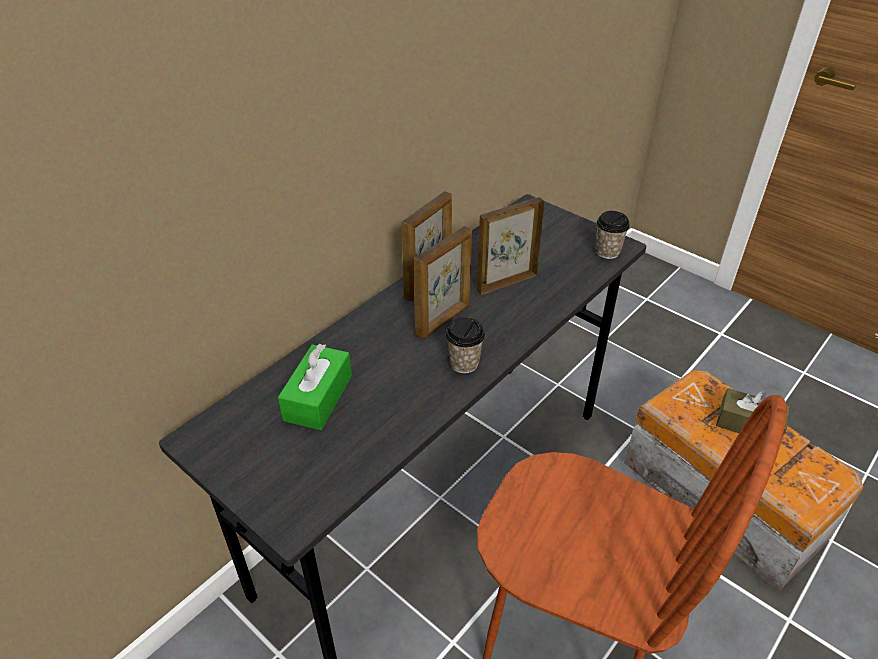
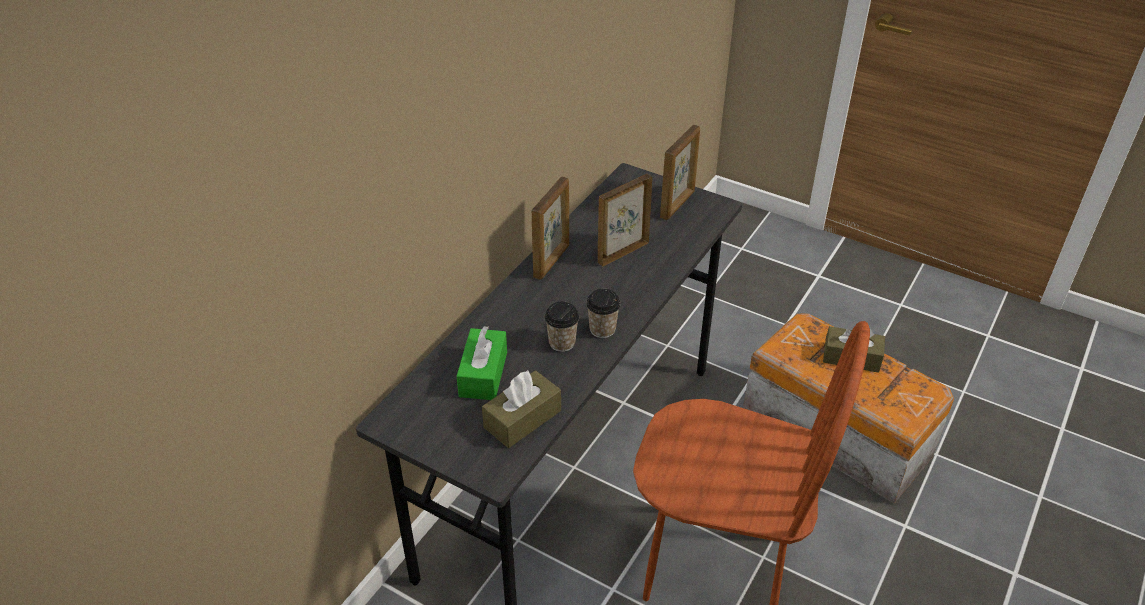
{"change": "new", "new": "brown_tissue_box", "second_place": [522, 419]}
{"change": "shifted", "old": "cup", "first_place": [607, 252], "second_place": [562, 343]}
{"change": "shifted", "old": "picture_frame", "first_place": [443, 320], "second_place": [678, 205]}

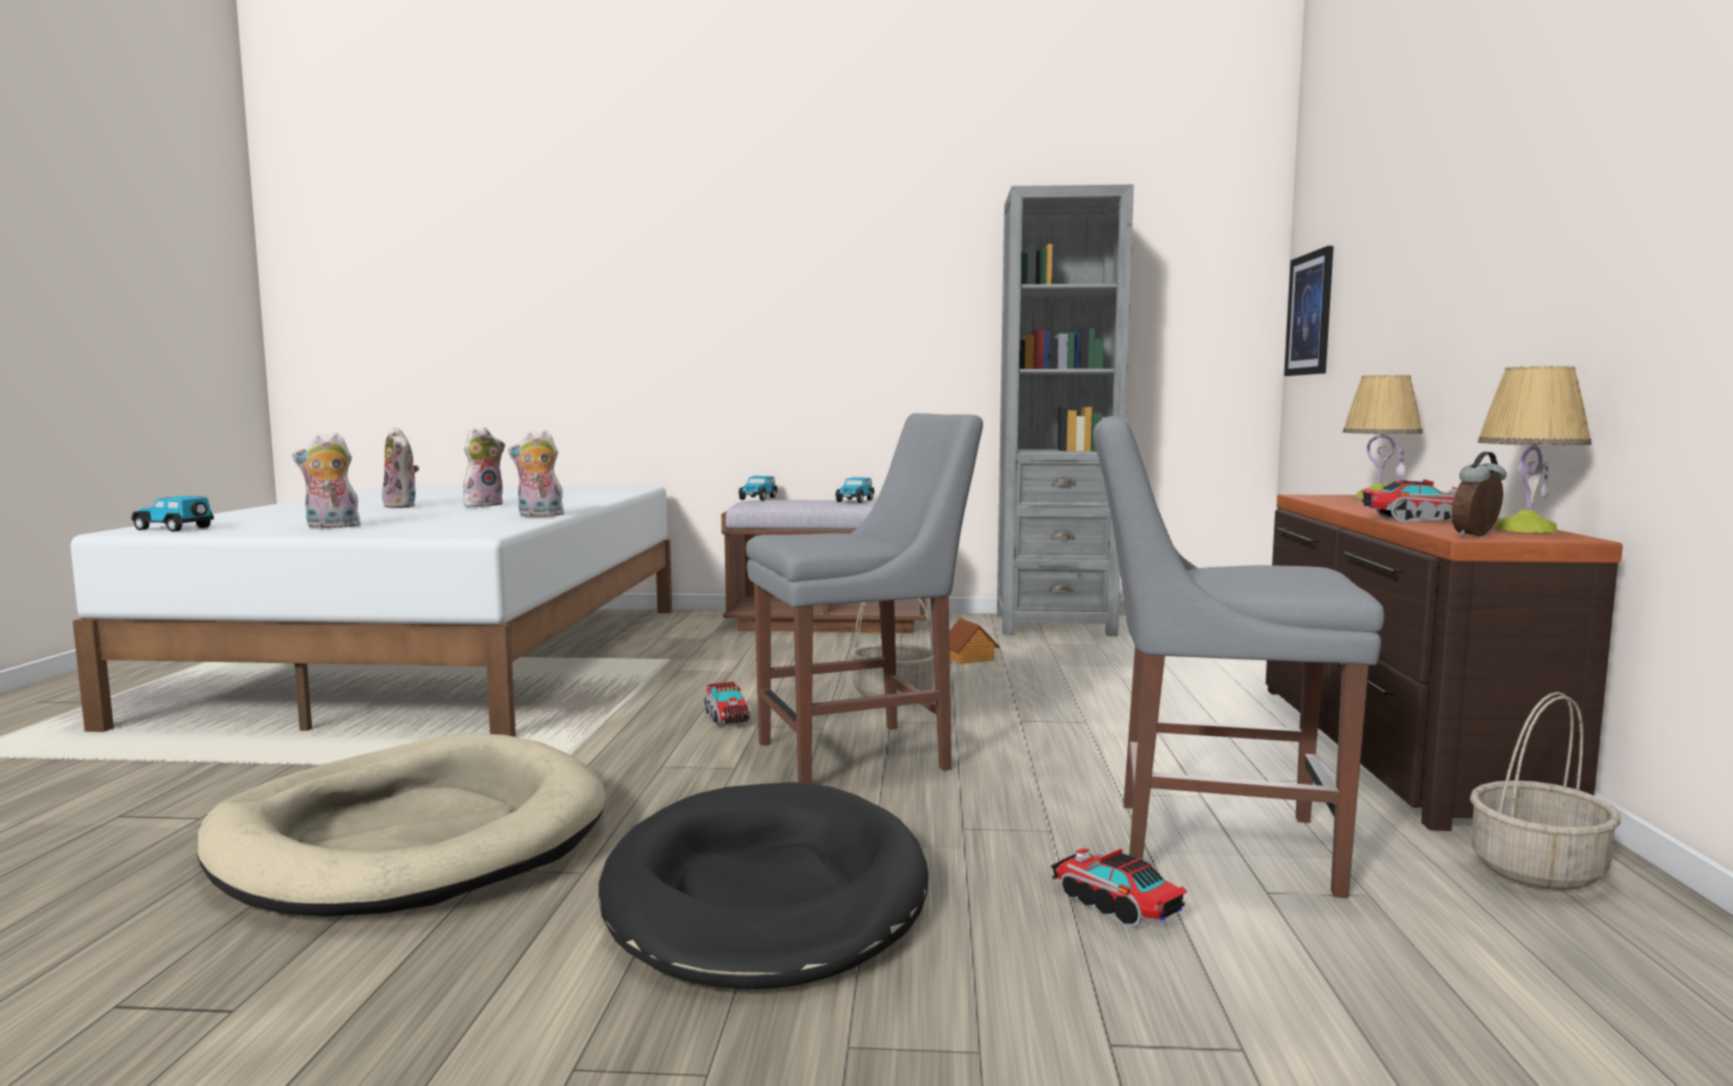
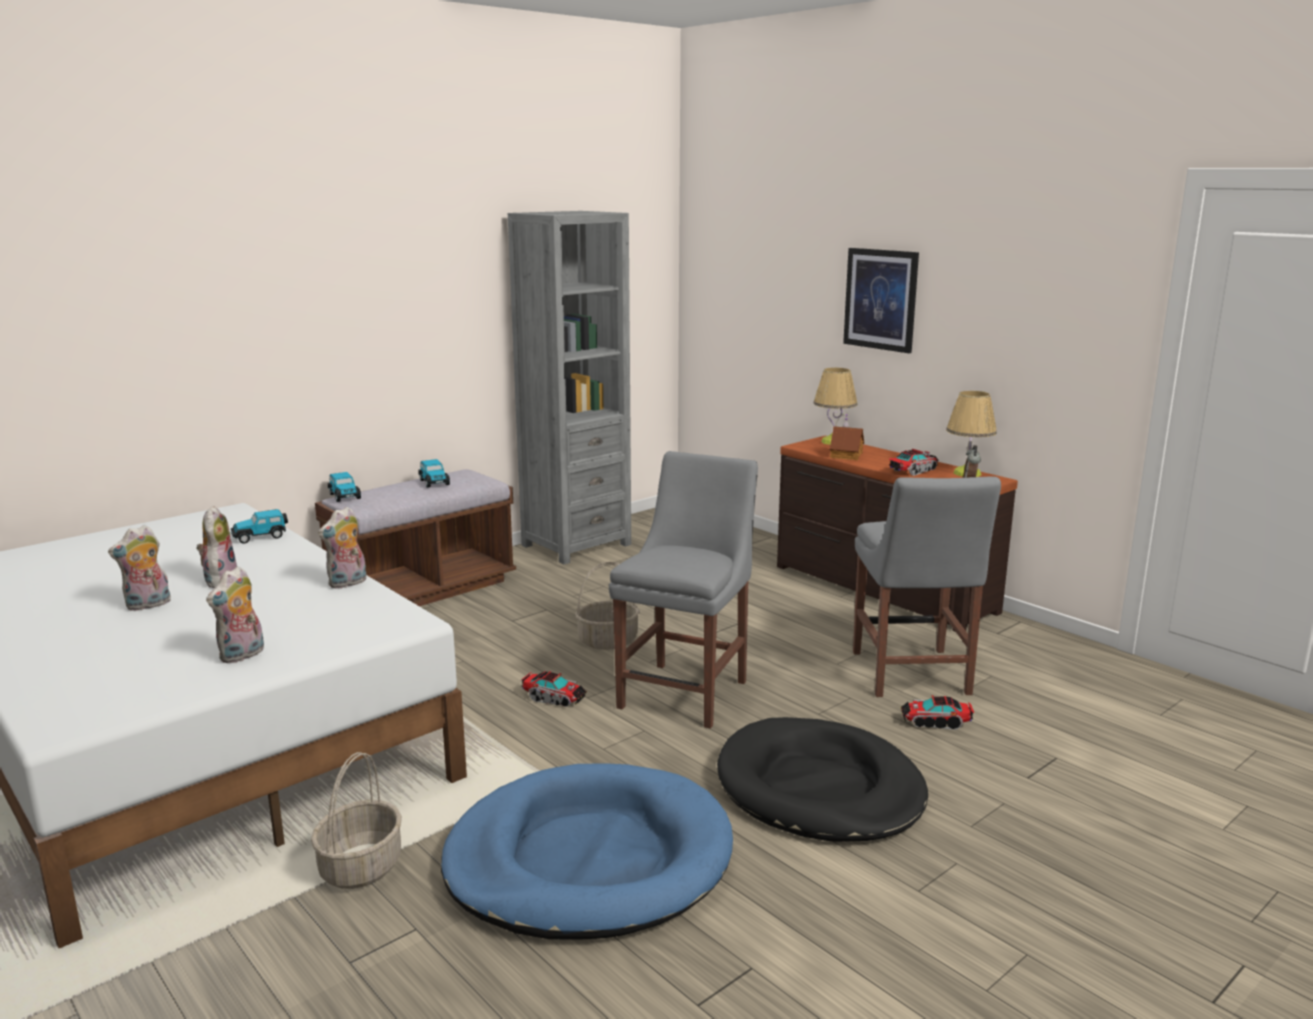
{"change": "rotated", "old": "plush_toy", "first_place": [403, 506], "second_place": [148, 605], "degrees": 135}
{"change": "shifted", "old": "toy_car", "first_place": [175, 528], "second_place": [261, 536]}
{"change": "shifted", "old": "basket", "first_place": [1536, 869], "second_place": [360, 866]}
{"change": "repainted", "old": "beige_dog_bed", "new": "blue_dog_bed", "first_place": [411, 838], "second_place": [588, 859]}
{"change": "shifted", "old": "toy_house", "first_place": [968, 658], "second_place": [847, 455]}
{"change": "shifted", "old": "picture", "first_place": [1310, 314], "second_place": [881, 299]}
{"change": "rotated", "old": "grey_chair", "first_place": [1209, 843], "second_place": [911, 676], "degrees": -60}

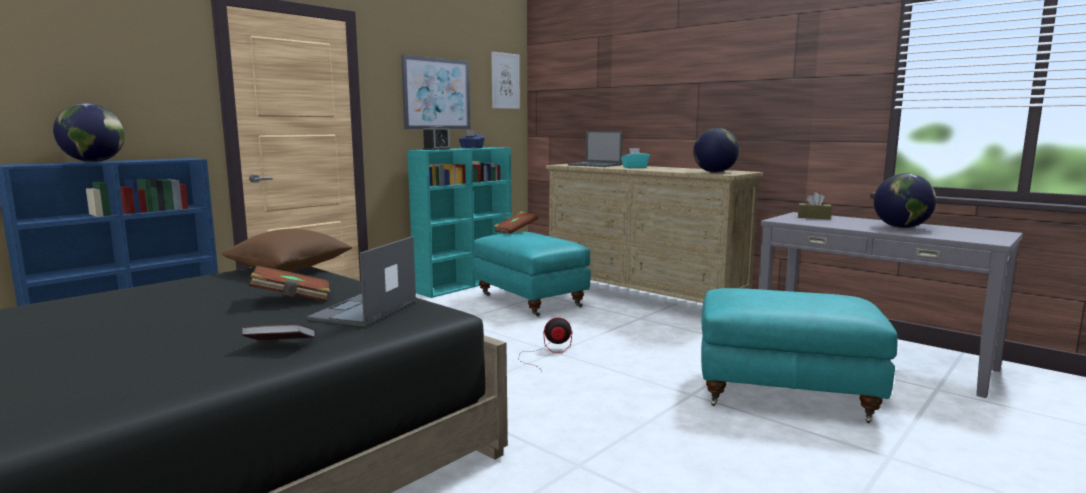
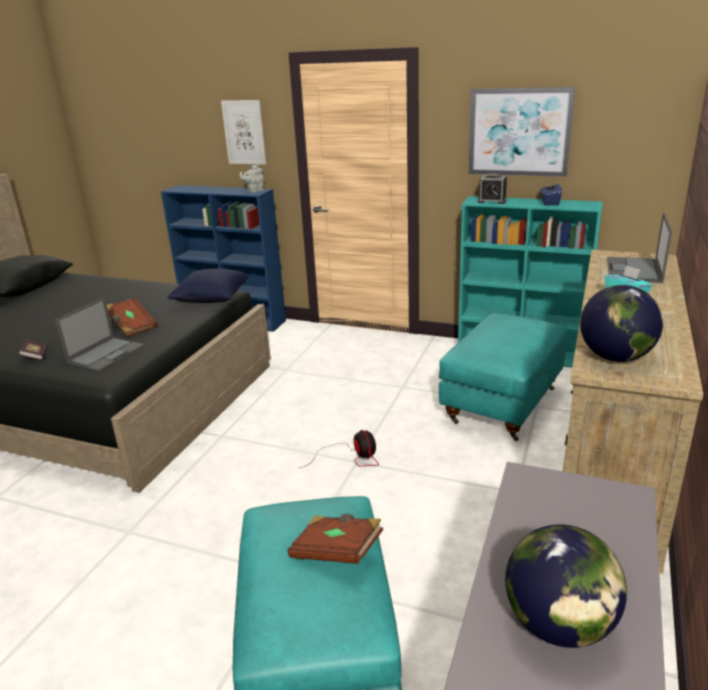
{"change": "rotated", "old": "laptop", "first_place": [363, 311], "second_place": [106, 354], "degrees": 120}
{"change": "repainted", "old": "brown_pillow", "new": "blue_pillow", "first_place": [290, 269], "second_place": [212, 299]}
{"change": "shifted", "old": "picture", "first_place": [505, 81], "second_place": [244, 132]}
{"change": "new", "new": "grey_teapot", "second_place": [254, 191]}
{"change": "shifted", "old": "brown_book", "first_place": [515, 231], "second_place": [337, 552]}
{"change": "gone", "old": "globe", "first_place": [94, 162]}
{"change": "gone", "old": "brown_tissue_box", "first_place": [813, 217]}

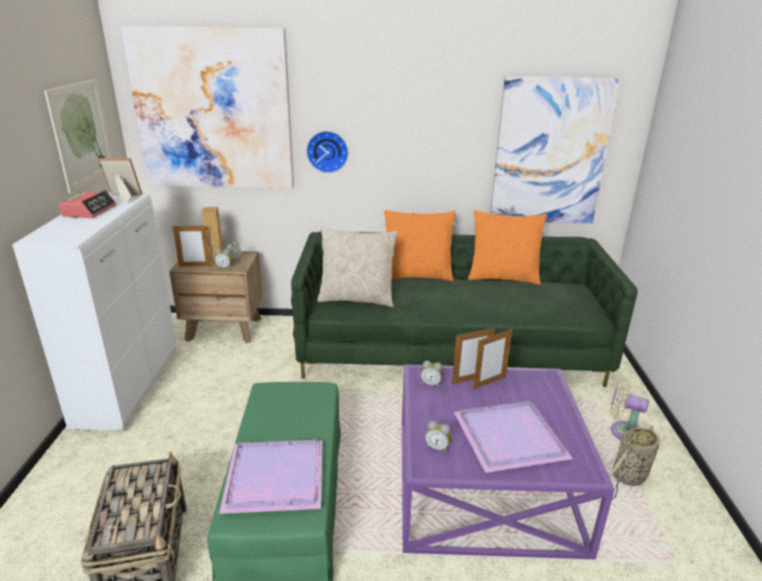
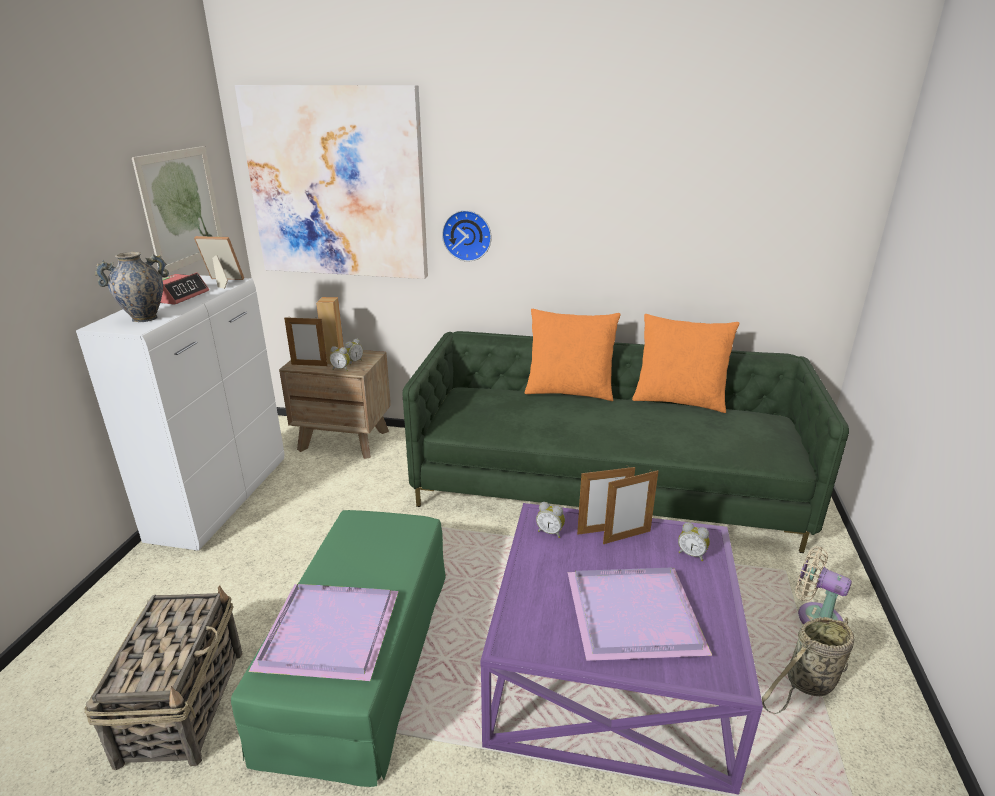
{"change": "new", "new": "vase", "second_place": [144, 318]}
{"change": "shifted", "old": "alarm_clock", "first_place": [437, 447], "second_place": [691, 554]}
{"change": "gone", "old": "beige_pillow", "first_place": [357, 298]}
{"change": "gone", "old": "picture", "first_place": [550, 152]}

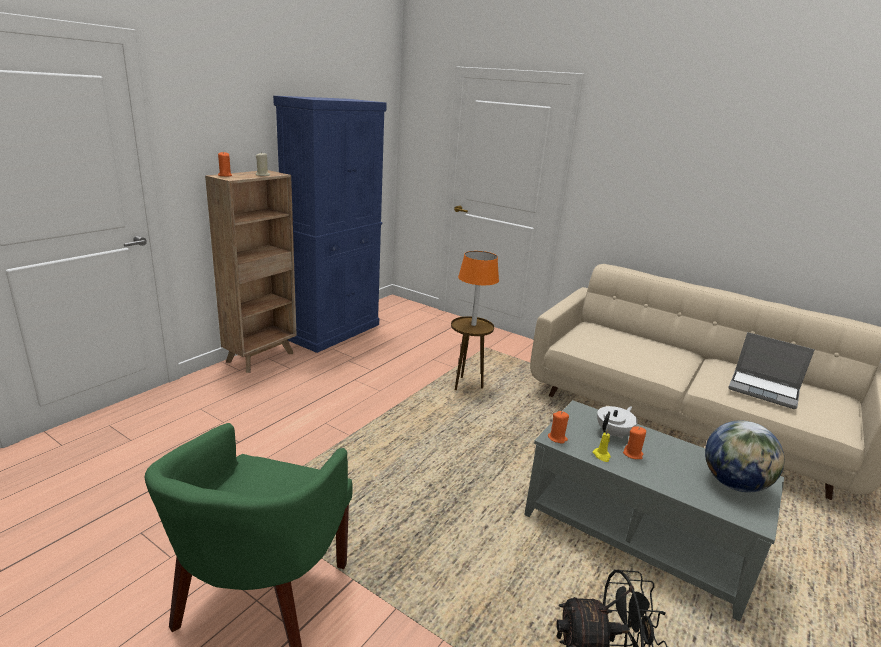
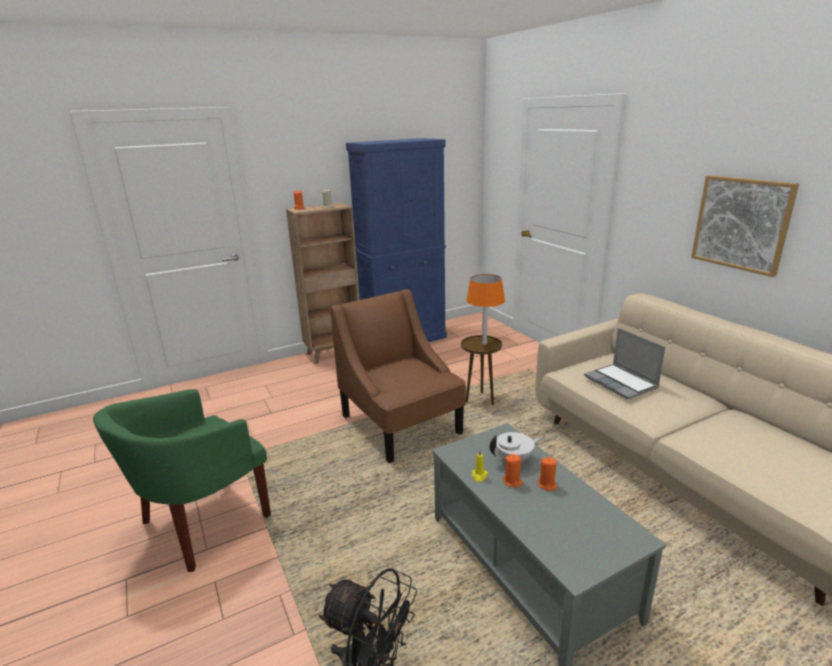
{"change": "new", "new": "brown_armchair", "second_place": [401, 424]}
{"change": "shifted", "old": "orange_candle", "first_place": [557, 438], "second_place": [547, 484]}
{"change": "shifted", "old": "laptop", "first_place": [764, 390], "second_place": [622, 383]}
{"change": "new", "new": "picture", "second_place": [741, 224]}
{"change": "gone", "old": "globe", "first_place": [734, 484]}

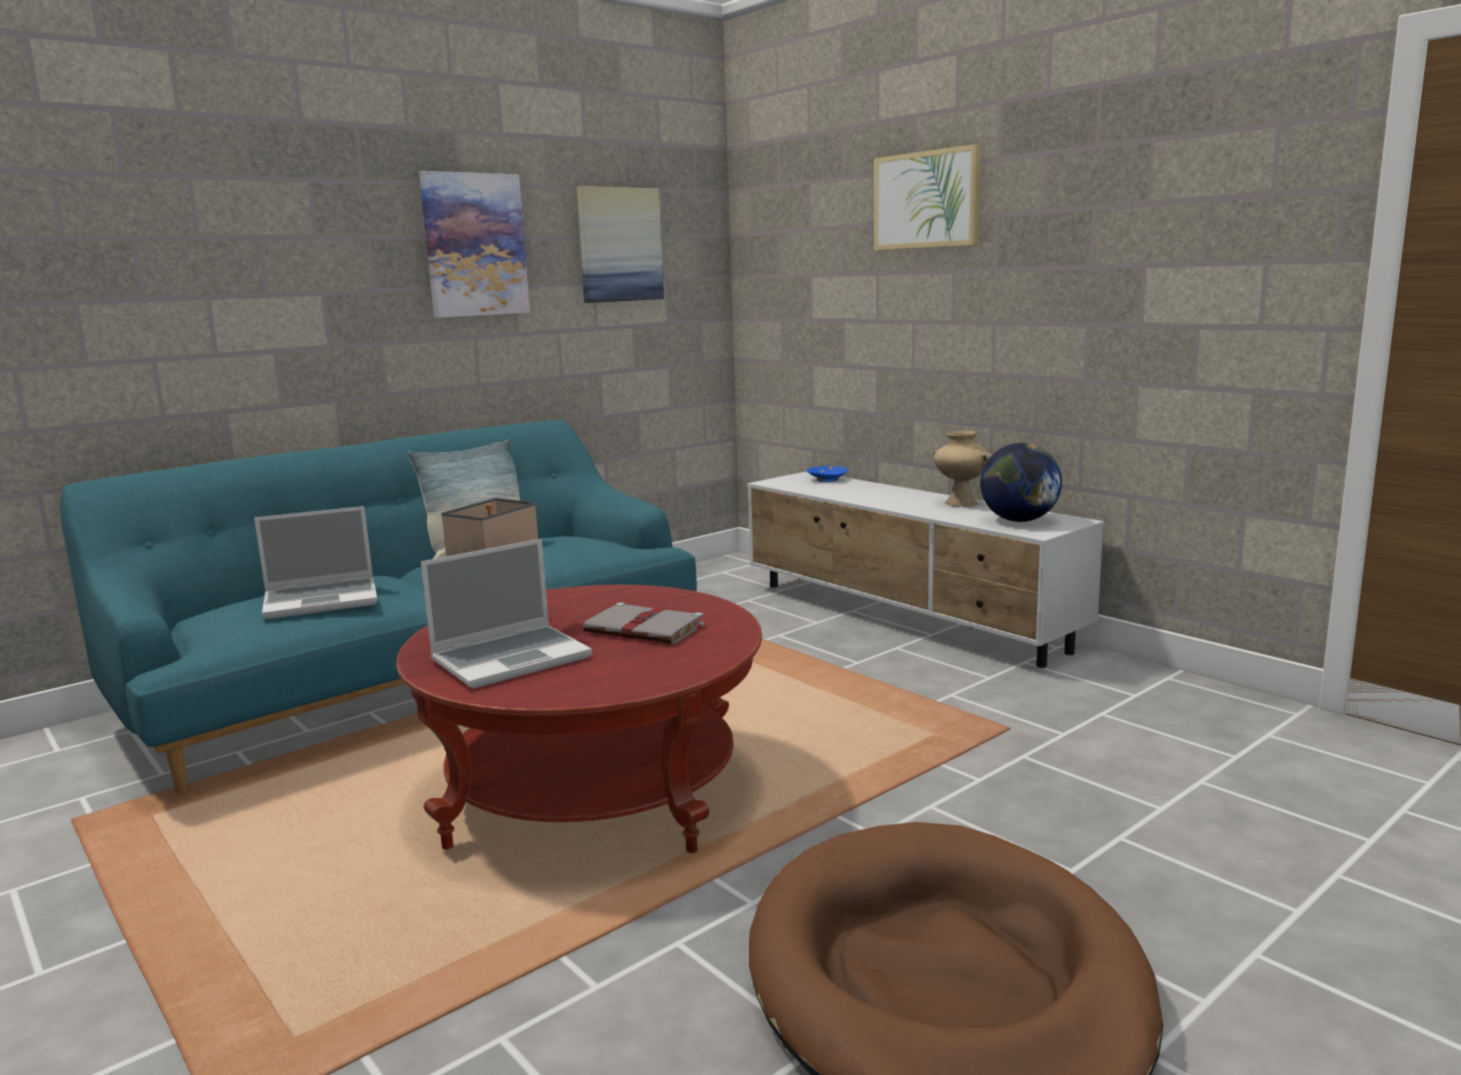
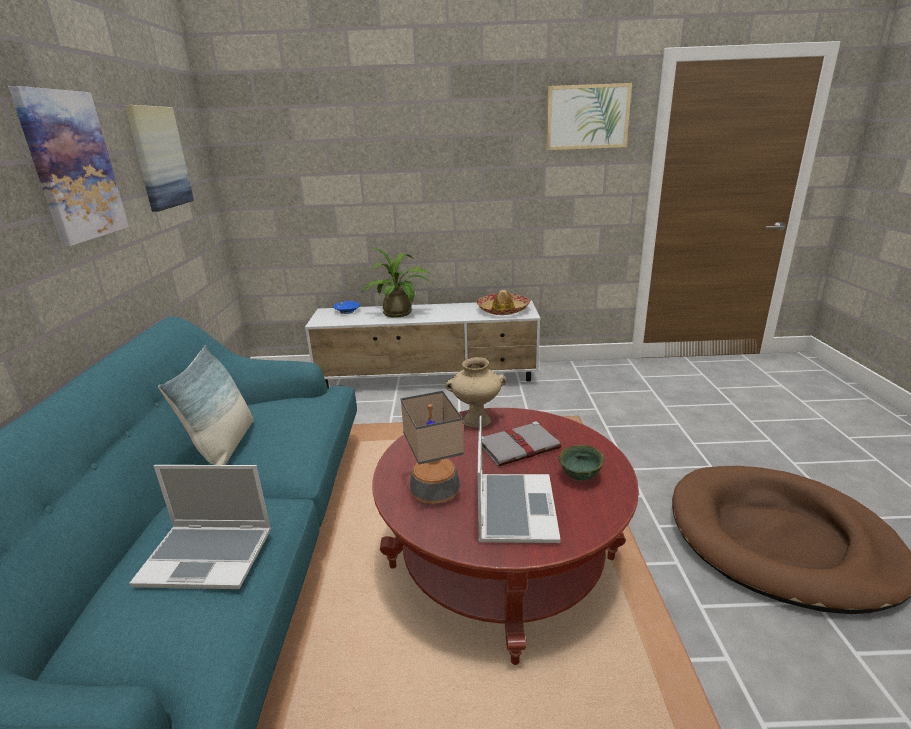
{"change": "rotated", "old": "laptop", "first_place": [323, 600], "second_place": [209, 556], "degrees": 75}
{"change": "new", "new": "potted_plant", "second_place": [400, 314]}
{"change": "shifted", "old": "beige_vase", "first_place": [959, 503], "second_place": [476, 421]}
{"change": "swapped", "old": "globe", "new": "hat", "first_place": [1019, 520], "second_place": [503, 310]}
{"change": "shifted", "old": "picture", "first_place": [927, 200], "second_place": [587, 117]}
{"change": "new", "new": "green_bowl", "second_place": [581, 477]}

